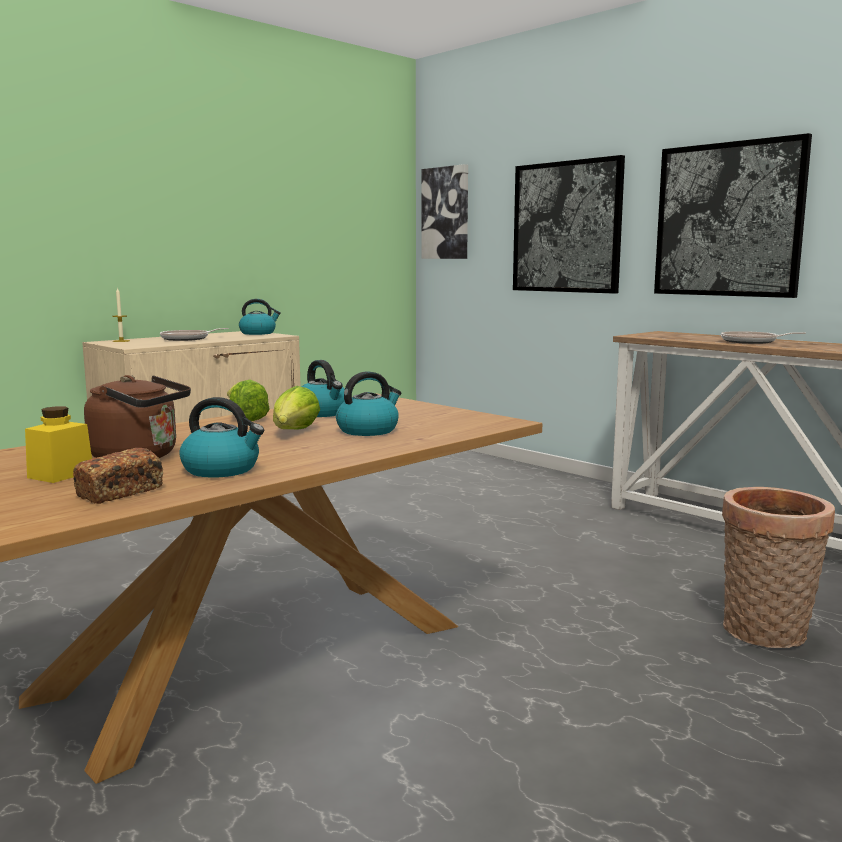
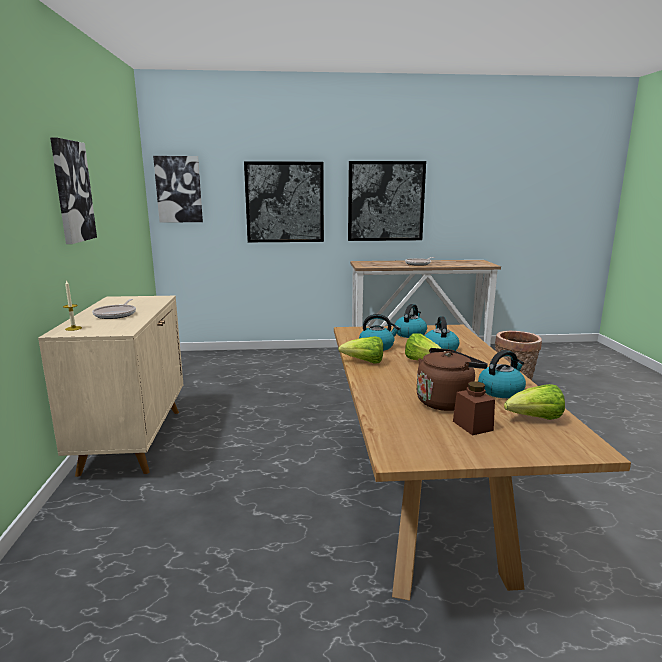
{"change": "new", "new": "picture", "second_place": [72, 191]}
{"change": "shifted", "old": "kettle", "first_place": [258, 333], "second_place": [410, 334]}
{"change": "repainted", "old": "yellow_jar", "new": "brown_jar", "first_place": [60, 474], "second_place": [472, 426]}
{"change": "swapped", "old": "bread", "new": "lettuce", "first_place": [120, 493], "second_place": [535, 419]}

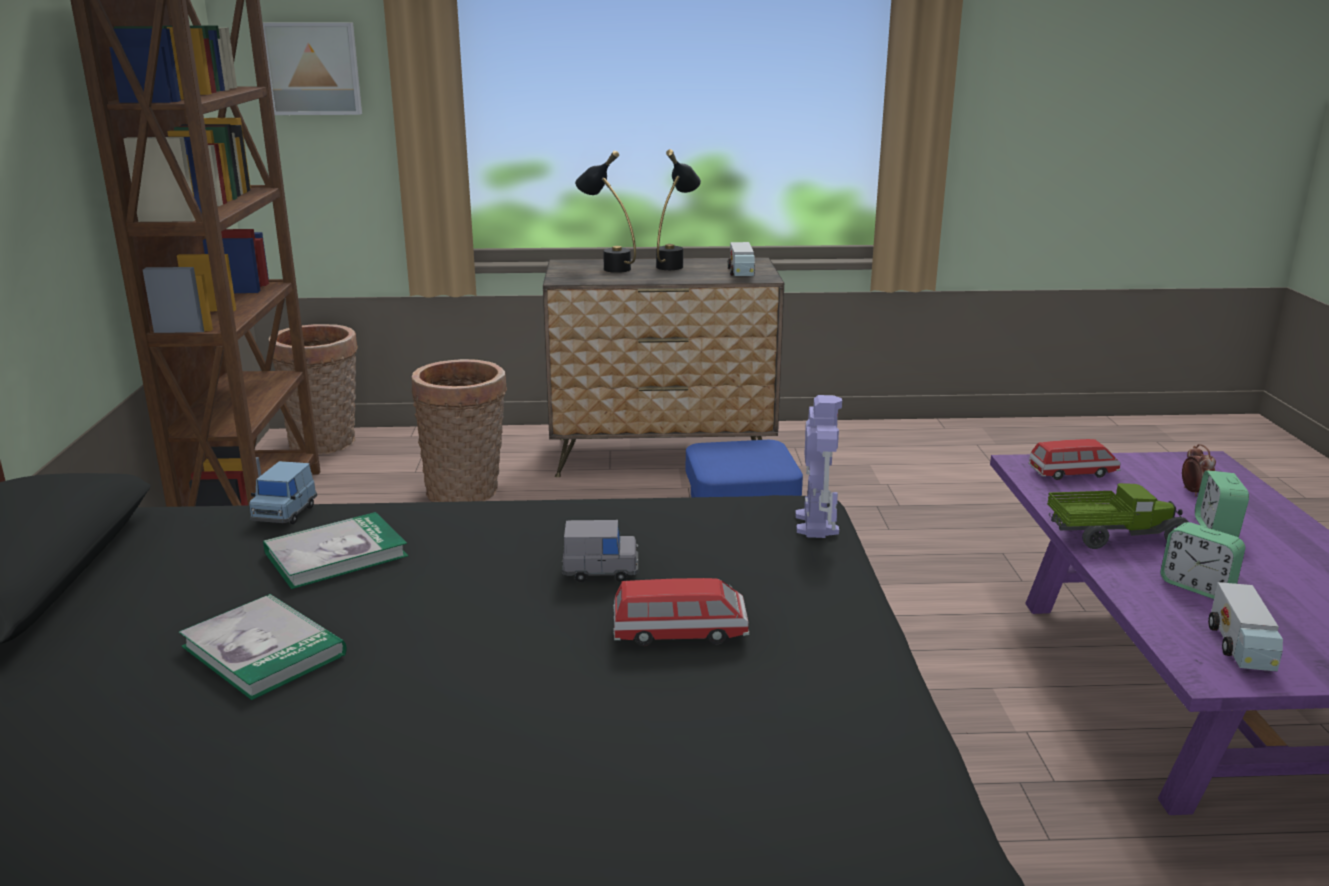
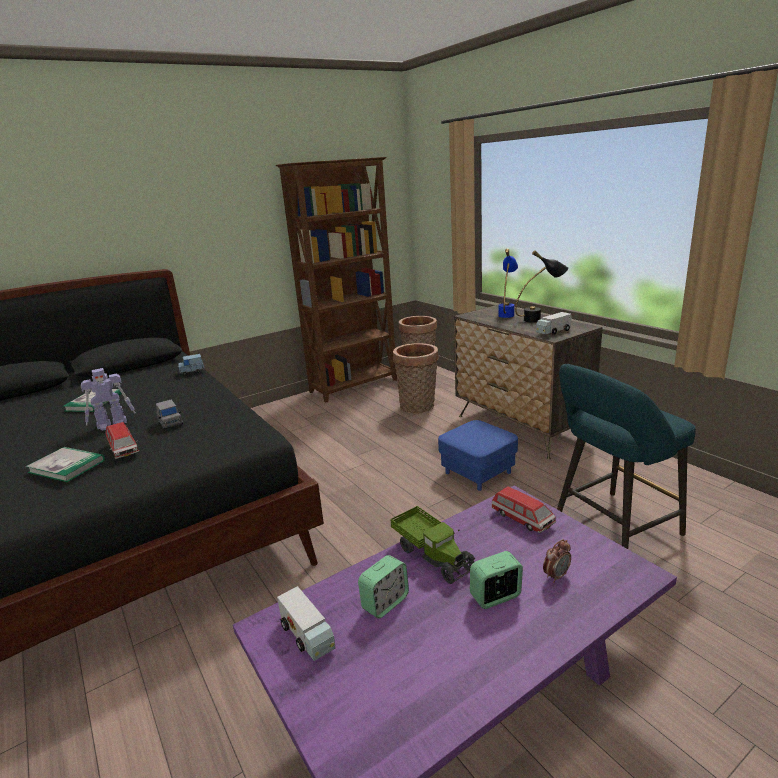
{"change": "shifted", "old": "book", "first_place": [336, 554], "second_place": [67, 466]}
{"change": "shifted", "old": "toy_robot", "first_place": [816, 523], "second_place": [113, 424]}
{"change": "rotated", "old": "toy_truck", "first_place": [1241, 647], "second_place": [307, 635], "degrees": -105}
{"change": "rotated", "old": "alarm_clock", "first_place": [1196, 586], "second_place": [385, 603], "degrees": -150}
{"change": "repainted", "old": "black_table_lamp", "new": "blue_table_lamp", "first_place": [609, 267], "second_place": [507, 313]}
{"change": "new", "new": "turquoise_stool", "second_place": [612, 529]}
{"change": "gone", "old": "picture", "first_place": [313, 68]}

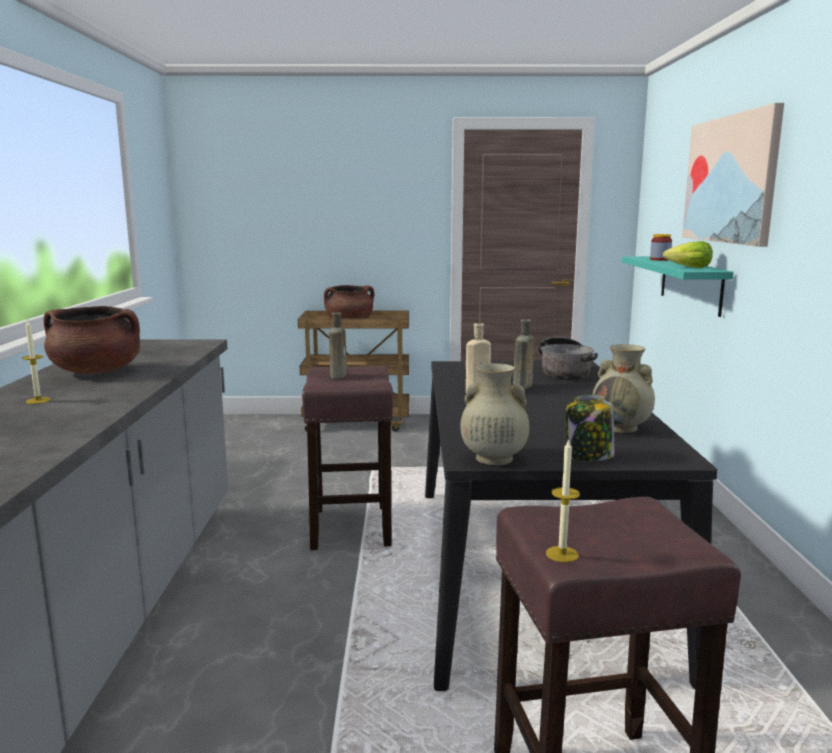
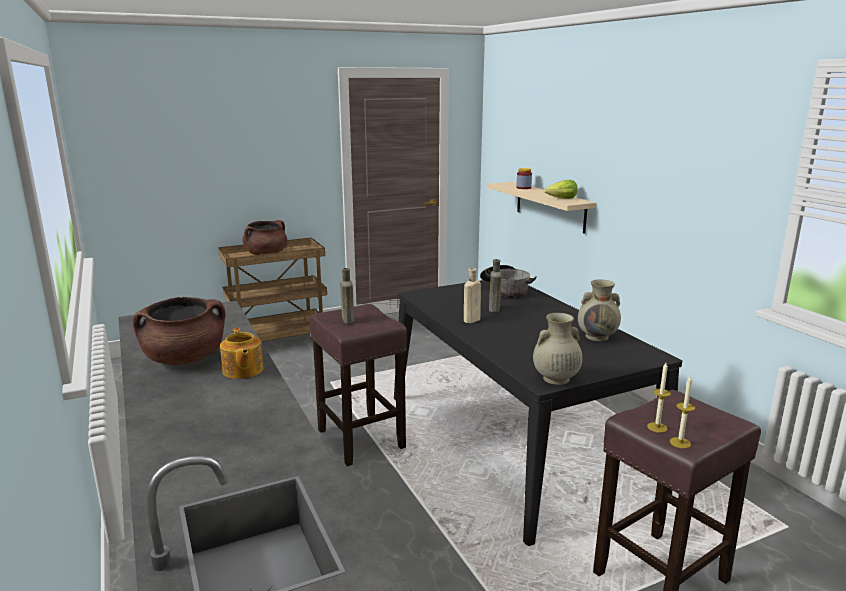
{"change": "new", "new": "teapot", "second_place": [242, 370]}
{"change": "repainted", "old": "turquoise_shelf", "new": "beige_shelf", "first_place": [690, 284], "second_place": [550, 206]}
{"change": "shifted", "old": "candle", "first_place": [38, 400], "second_place": [657, 427]}
{"change": "gone", "old": "jar", "first_place": [588, 457]}
{"change": "gone", "old": "picture", "first_place": [730, 179]}

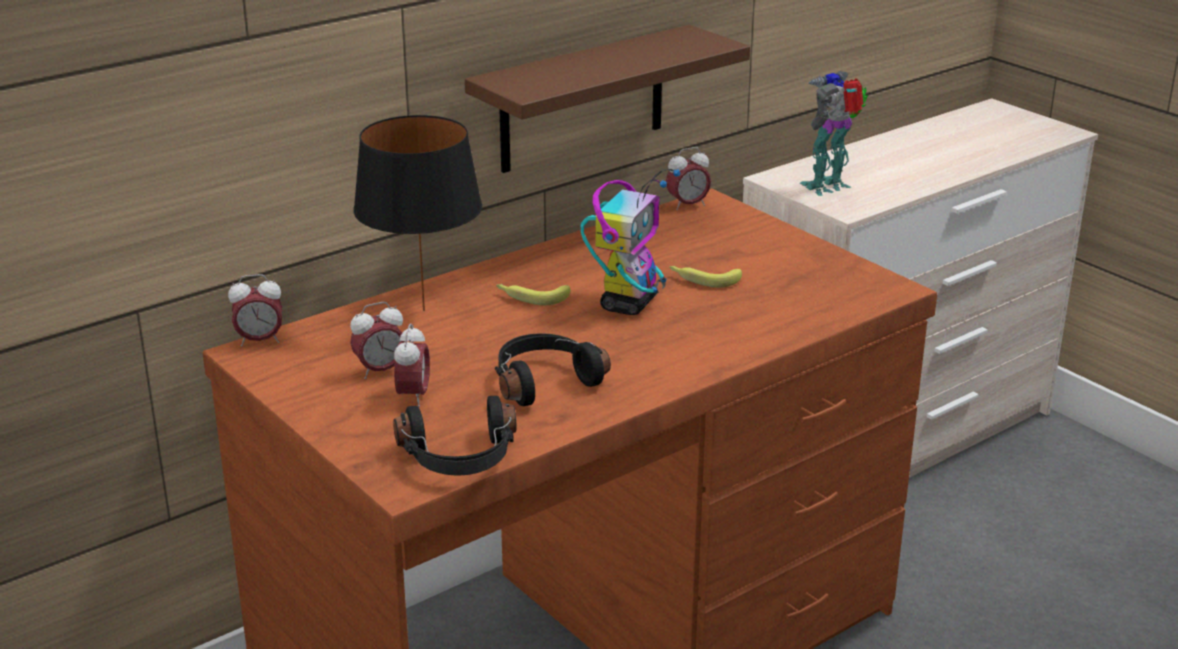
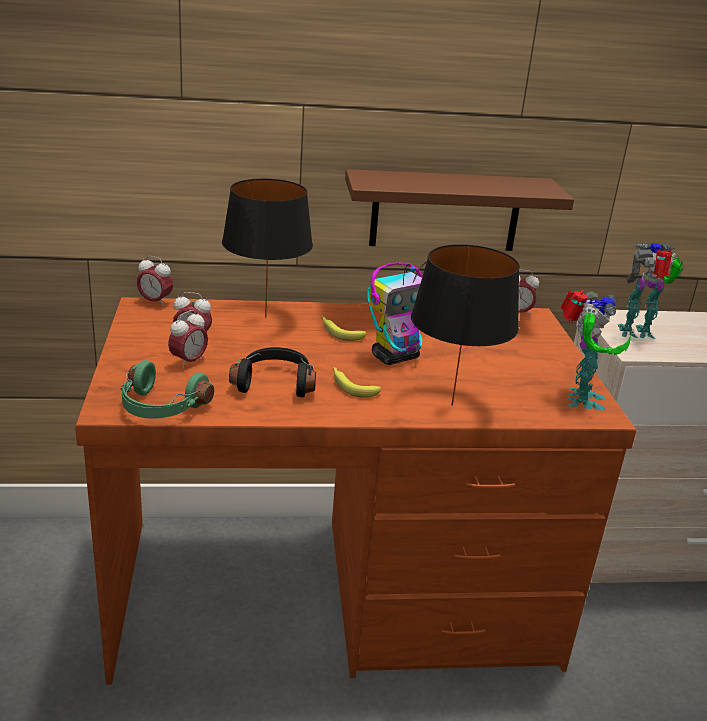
{"change": "repainted", "old": "black_headphones", "new": "green_headphones", "first_place": [460, 459], "second_place": [160, 408]}
{"change": "shifted", "old": "banana", "first_place": [704, 279], "second_place": [351, 386]}
{"change": "new", "new": "black_table_lamp", "second_place": [453, 405]}
{"change": "new", "new": "toy_robot", "second_place": [579, 399]}

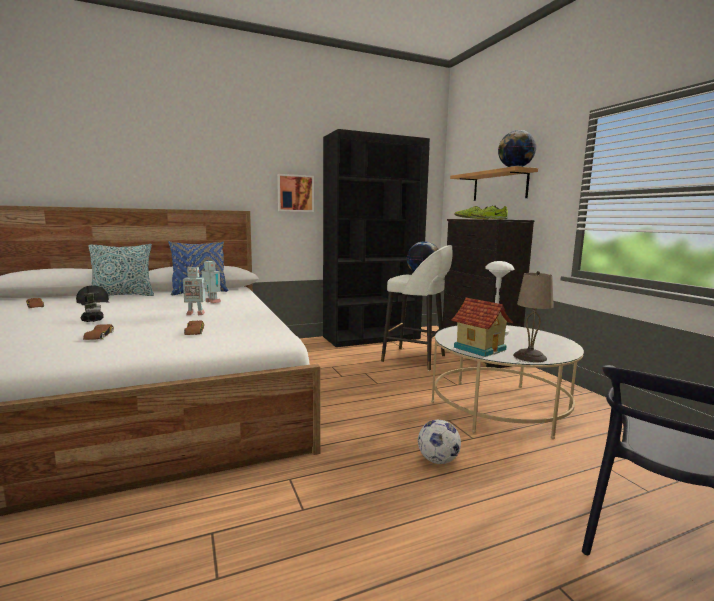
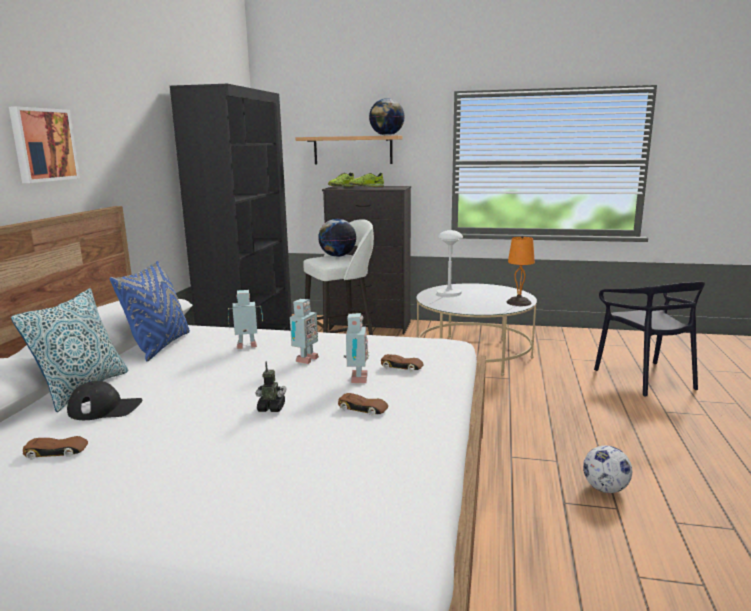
{"change": "shifted", "old": "picture", "first_place": [295, 193], "second_place": [43, 145]}
{"change": "new", "new": "toy_robot", "second_place": [356, 379]}
{"change": "repainted", "old": "beige_table_lamp", "new": "orange_table_lamp", "first_place": [530, 357], "second_place": [518, 302]}
{"change": "shifted", "old": "football", "first_place": [437, 460], "second_place": [604, 489]}
{"change": "gone", "old": "toy_house", "first_place": [480, 348]}

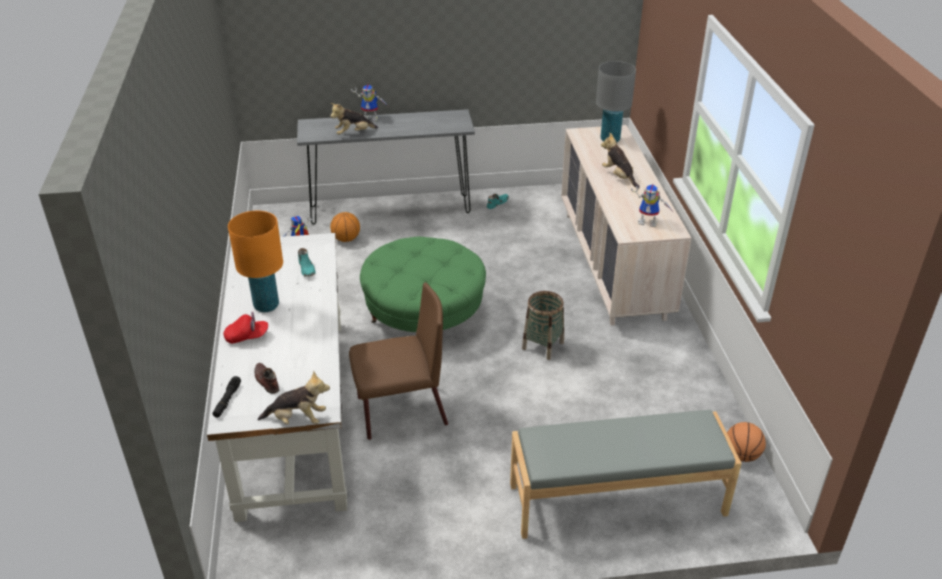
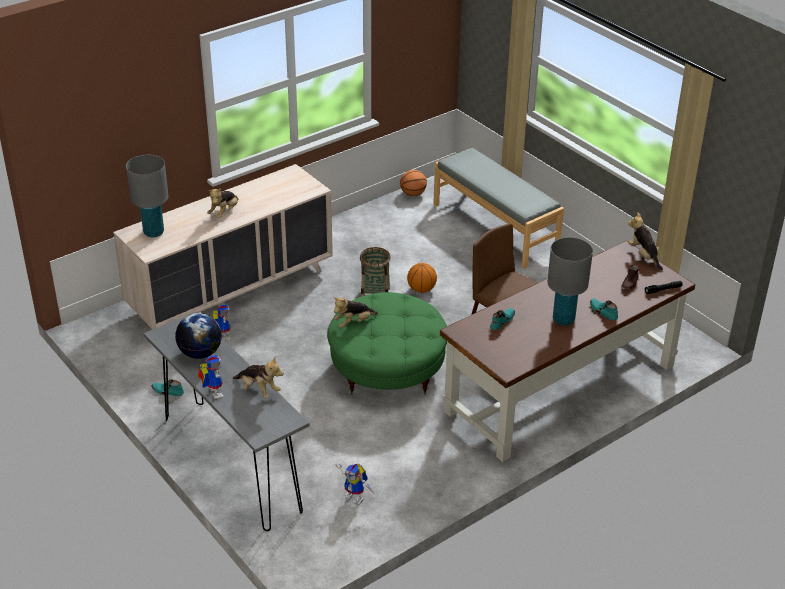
{"change": "new", "new": "globe", "second_place": [200, 353]}
{"change": "shifted", "old": "toy_robot", "first_place": [649, 222], "second_place": [222, 335]}
{"change": "new", "new": "plush_toy", "second_place": [353, 323]}
{"change": "shifted", "old": "basketball", "first_place": [346, 239], "second_place": [421, 289]}
{"change": "repainted", "old": "white_desk", "new": "brown_desk", "first_place": [293, 410], "second_place": [560, 389]}
{"change": "repainted", "old": "orange_table_lamp", "new": "grey_table_lamp", "first_place": [266, 306], "second_place": [563, 319]}
{"change": "swapped", "old": "red_cap", "new": "turquoise_shoe", "first_place": [247, 337], "second_place": [603, 312]}

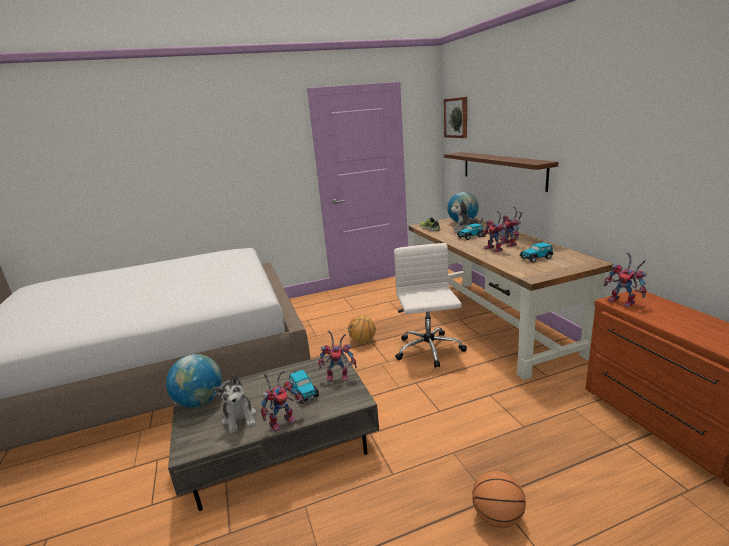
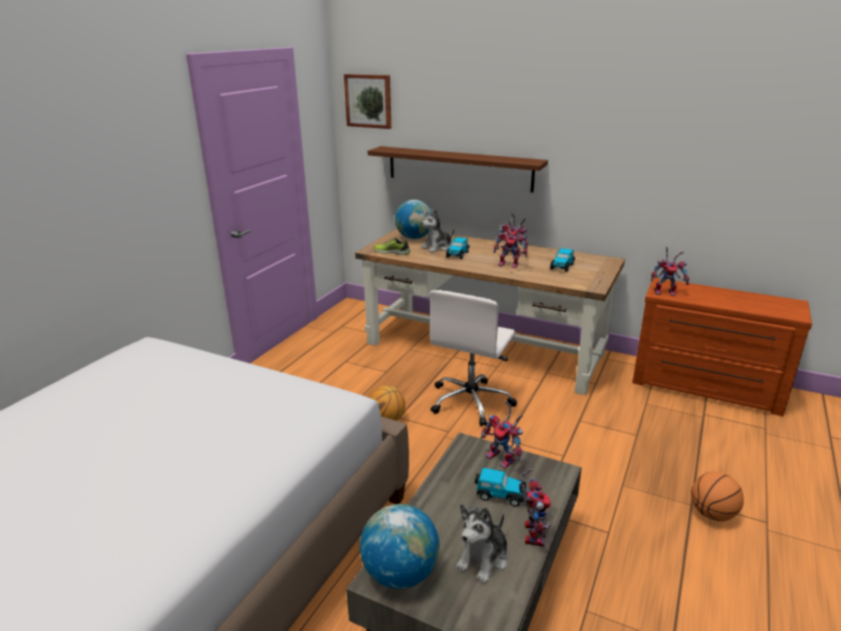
{"change": "rotated", "old": "white_office_chair", "first_place": [429, 350], "second_place": [471, 401], "degrees": -105}
{"change": "rotated", "old": "plush_toy", "first_place": [239, 418], "second_place": [484, 559], "degrees": 105}
{"change": "rotated", "old": "toy_robot", "first_place": [339, 376], "second_place": [503, 459], "degrees": 90}

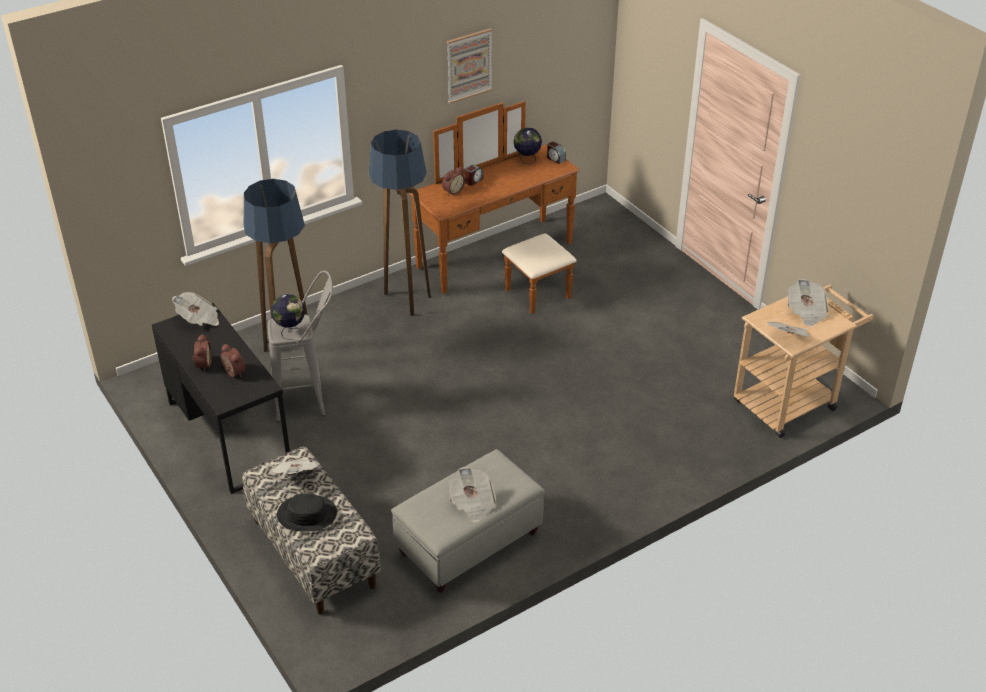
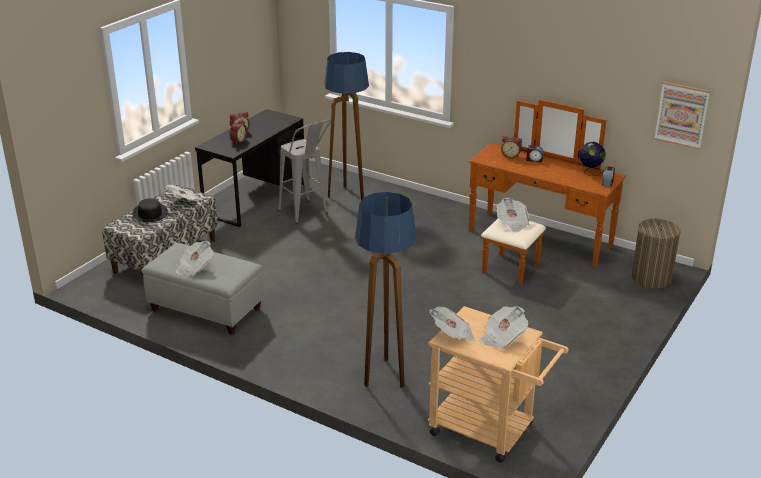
{"change": "shifted", "old": "floor_lamp", "first_place": [404, 300], "second_place": [385, 374]}
{"change": "shifted", "old": "newspaper", "first_place": [198, 319], "second_place": [512, 223]}
{"change": "new", "new": "laundry_basket", "second_place": [651, 278]}
{"change": "shifted", "old": "picture", "first_place": [469, 65], "second_place": [682, 114]}
{"change": "gone", "old": "globe", "first_place": [290, 331]}

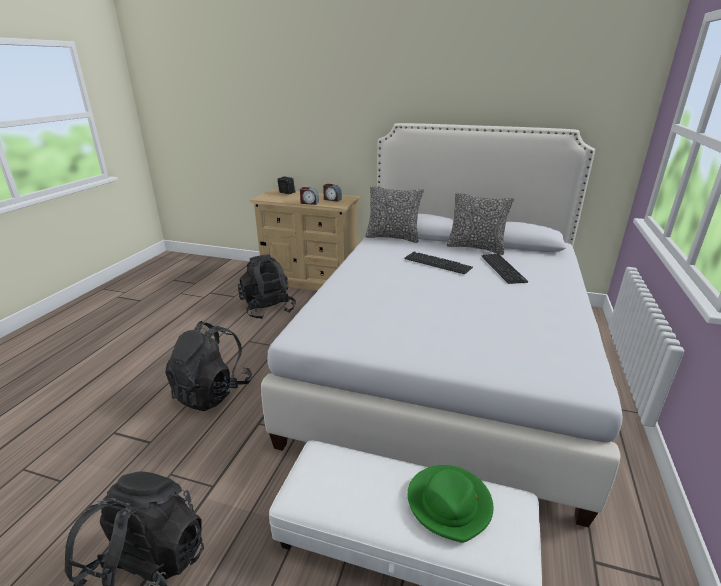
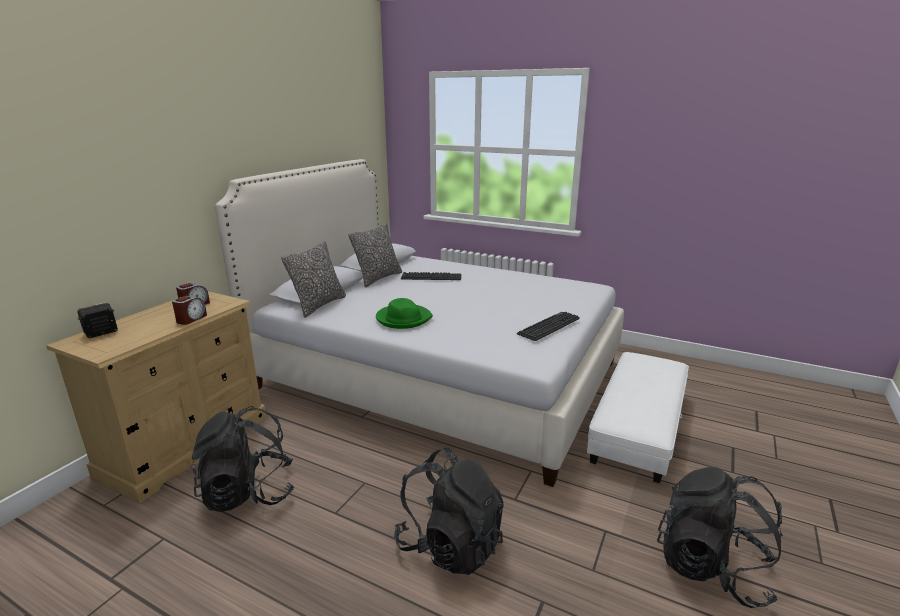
{"change": "shifted", "old": "green_hat", "first_place": [450, 503], "second_place": [403, 318]}
{"change": "shifted", "old": "keyboard", "first_place": [437, 263], "second_place": [549, 326]}

